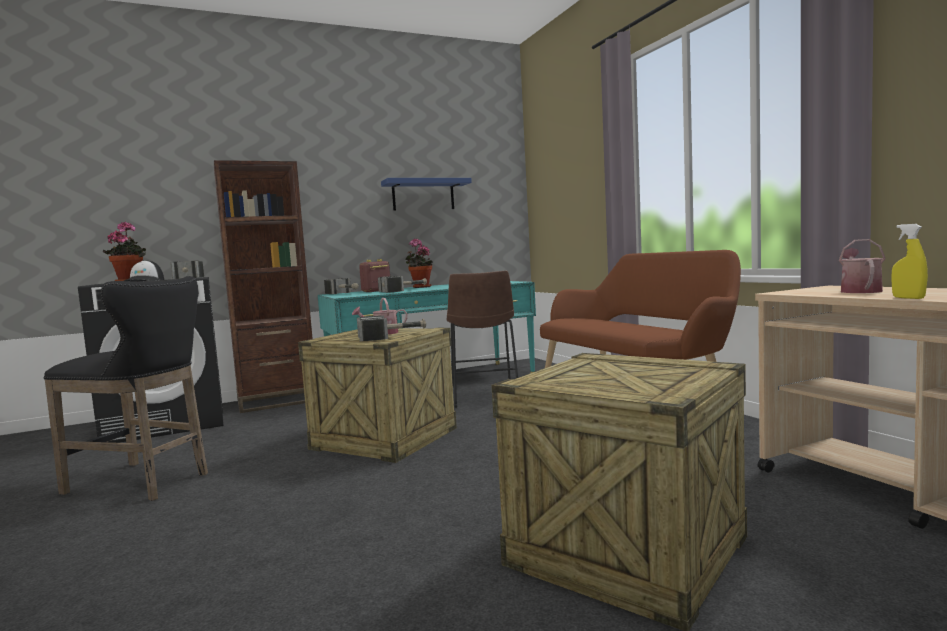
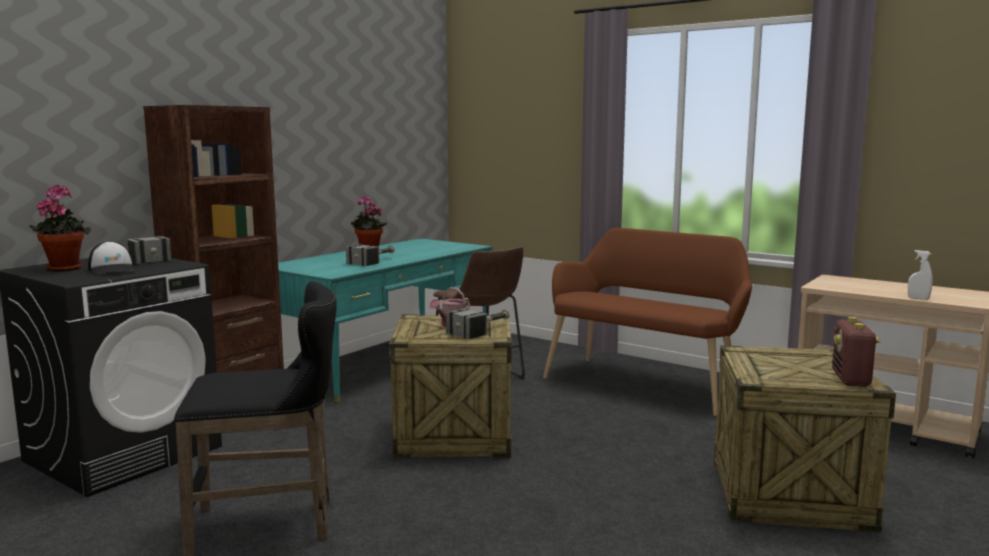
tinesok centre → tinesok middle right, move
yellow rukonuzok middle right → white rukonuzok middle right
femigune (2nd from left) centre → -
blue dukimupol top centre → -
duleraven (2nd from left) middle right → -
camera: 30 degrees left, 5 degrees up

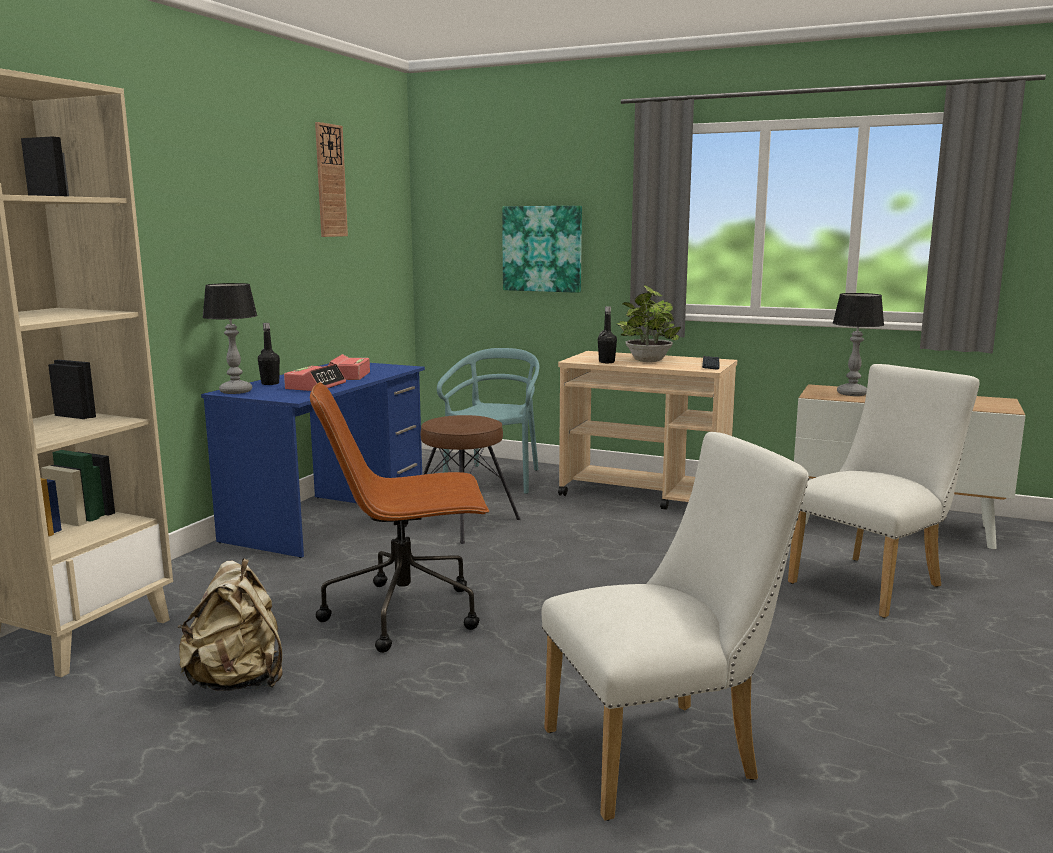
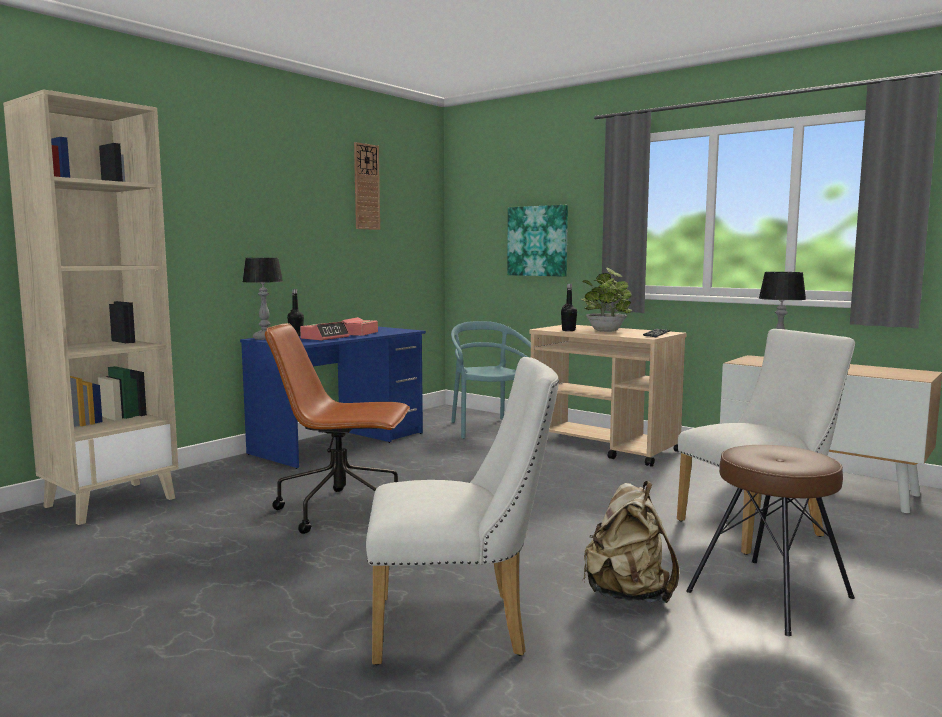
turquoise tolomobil centre, 45 degrees counterclockwise
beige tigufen bottom left → beige tigufen bottom right, move
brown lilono centre → brown lilono bottom right, move
camera: 15 degrees right, 5 degrees down

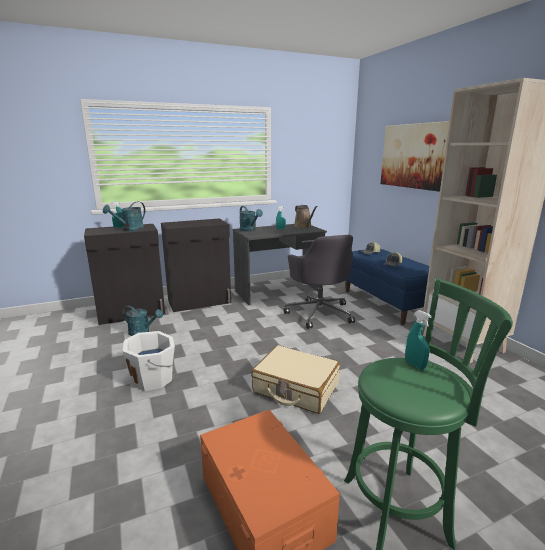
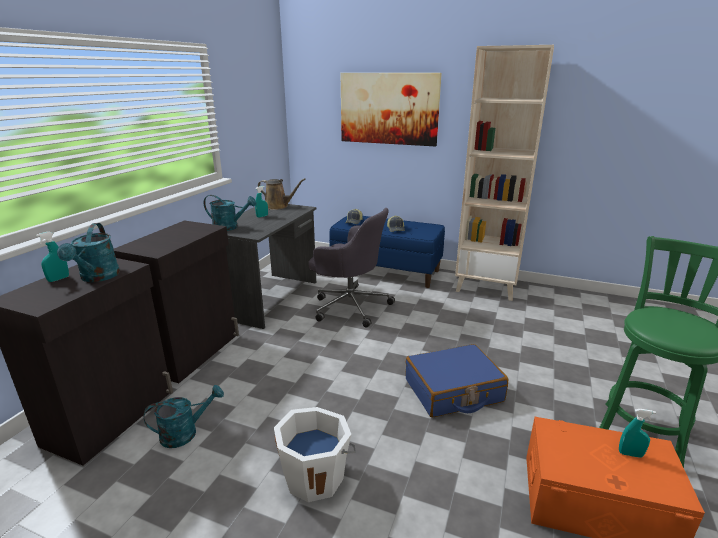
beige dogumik bottom centre → blue dogumik bottom centre
turquoise rukonuzok (3rd from left) middle right → turquoise rukonuzok (3rd from left) bottom right, move
camera: 45 degrees left, 5 degrees up

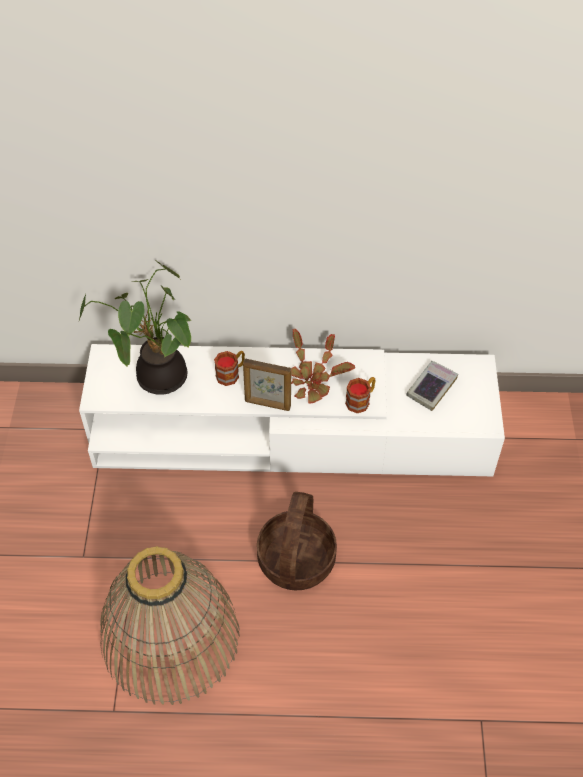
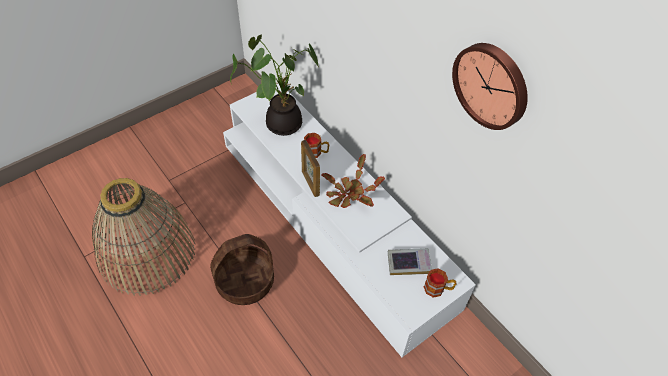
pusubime (2nd from left) centre → pusubime (2nd from left) bottom centre, move
- → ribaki top right
camera: 50 degrees right, 0 degrees up

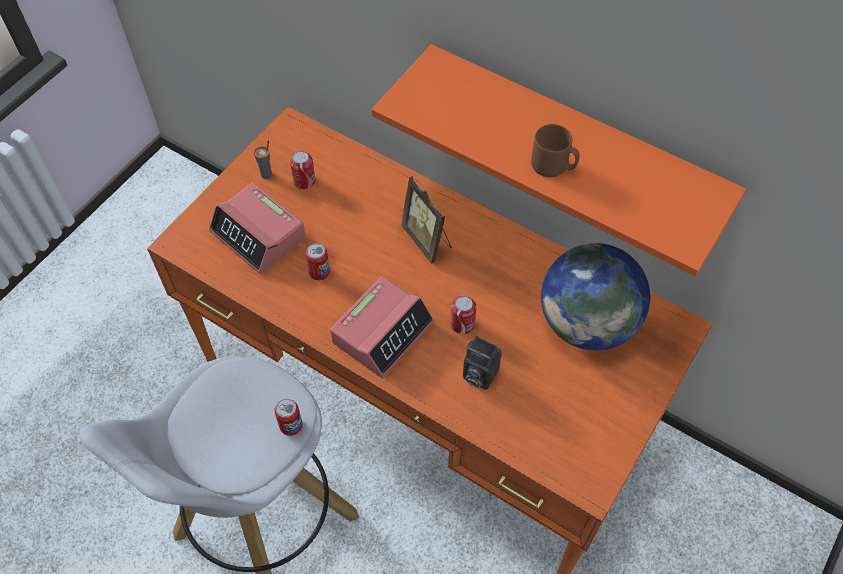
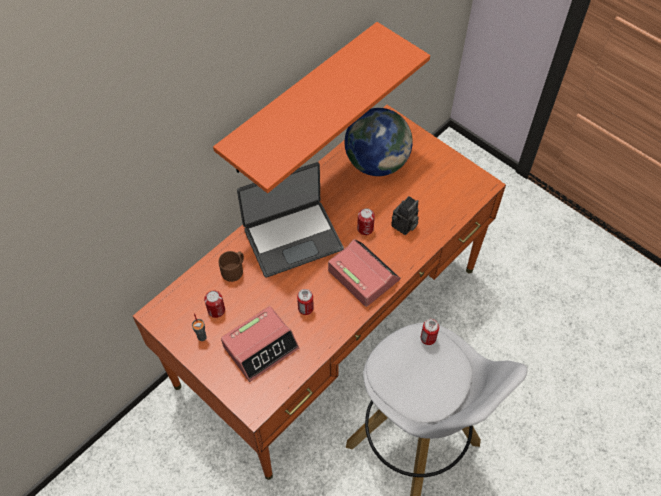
brown pusubime top centre → brown pusubime centre, move
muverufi centre → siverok centre
camera: 80 degrees left, 0 degrees up

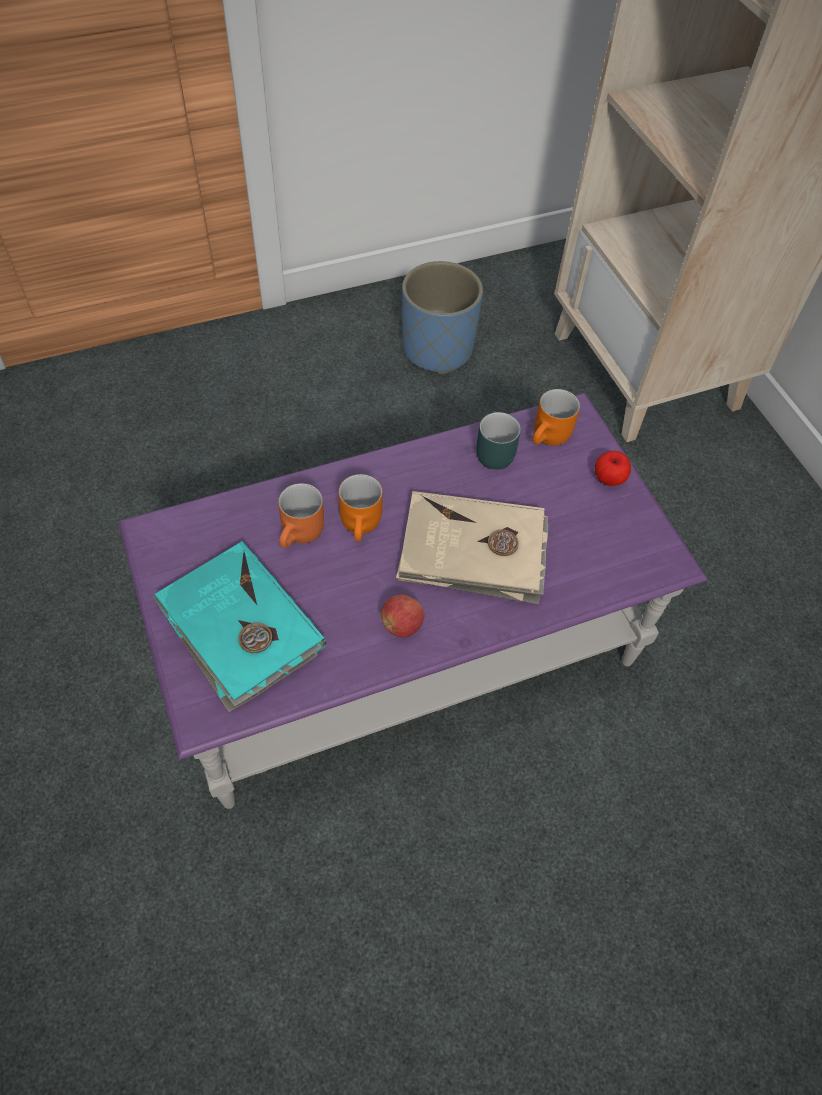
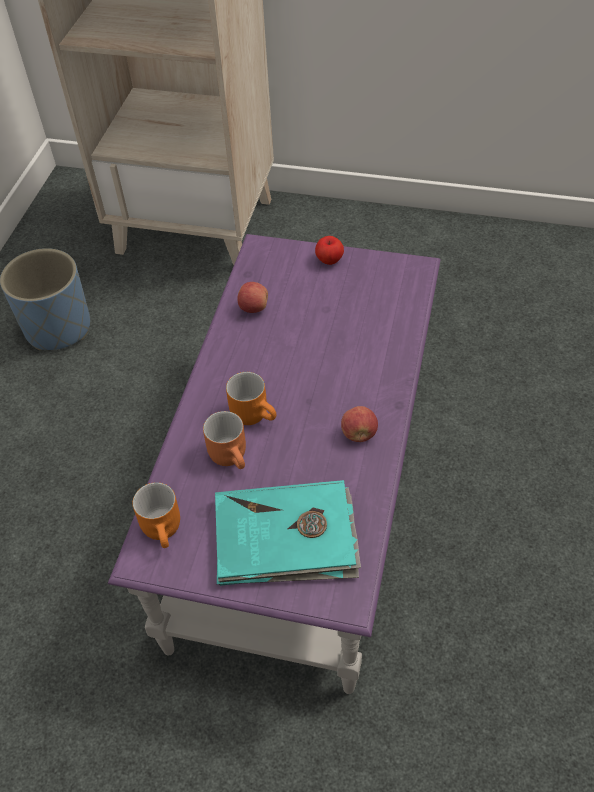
orange pusubime (3rd from left in the first image) middle right → orange pusubime (1st from left) middle left, move
turquoise pusubime centre → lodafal (1st from left) centre
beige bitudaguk centre → -
camera: 50 degrees left, 5 degrees down

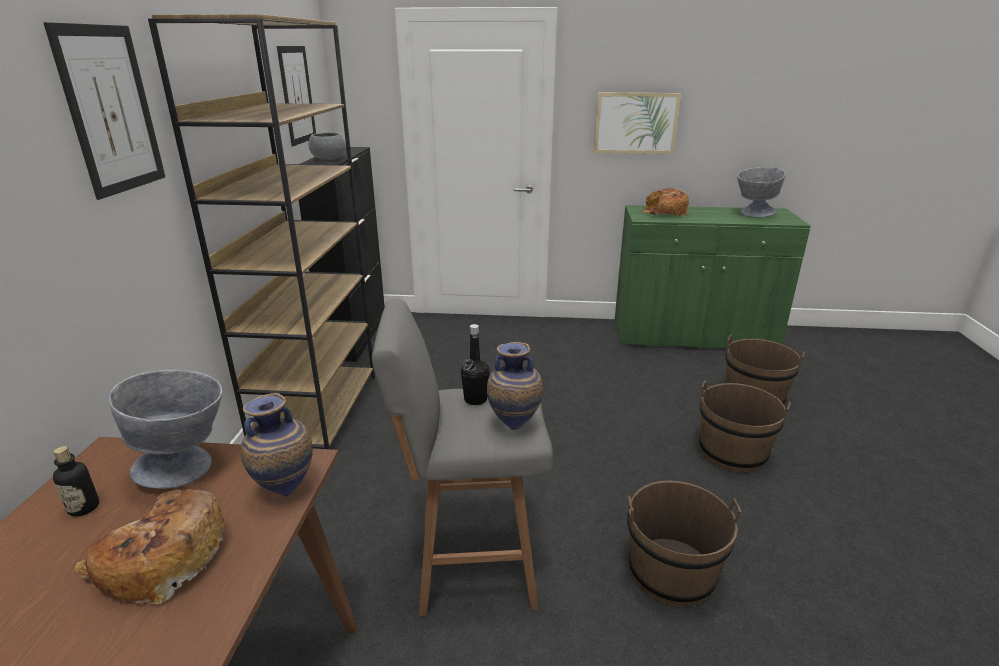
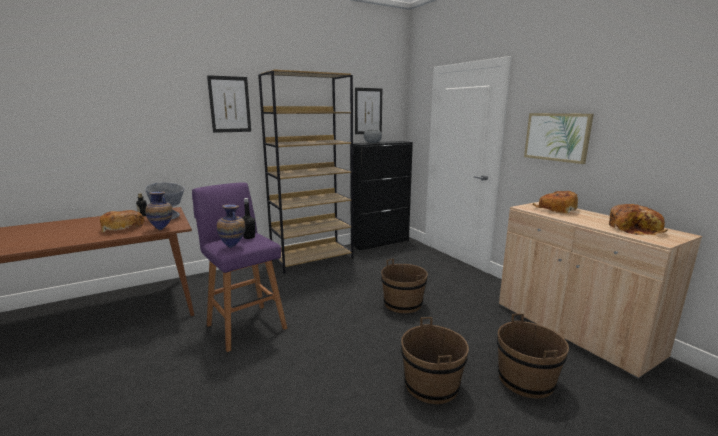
grey lilono bottom centre → purple lilono middle left
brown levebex (1st from left) bottom right → brown levebex (1st from left) centre, move
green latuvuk middle right → beige latuvuk middle right
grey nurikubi (3rd from left) top right → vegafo (3rd from left) middle right
camera: 55 degrees right, 10 degrees down

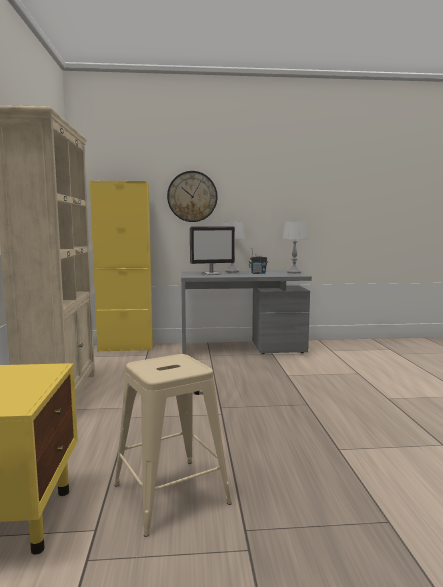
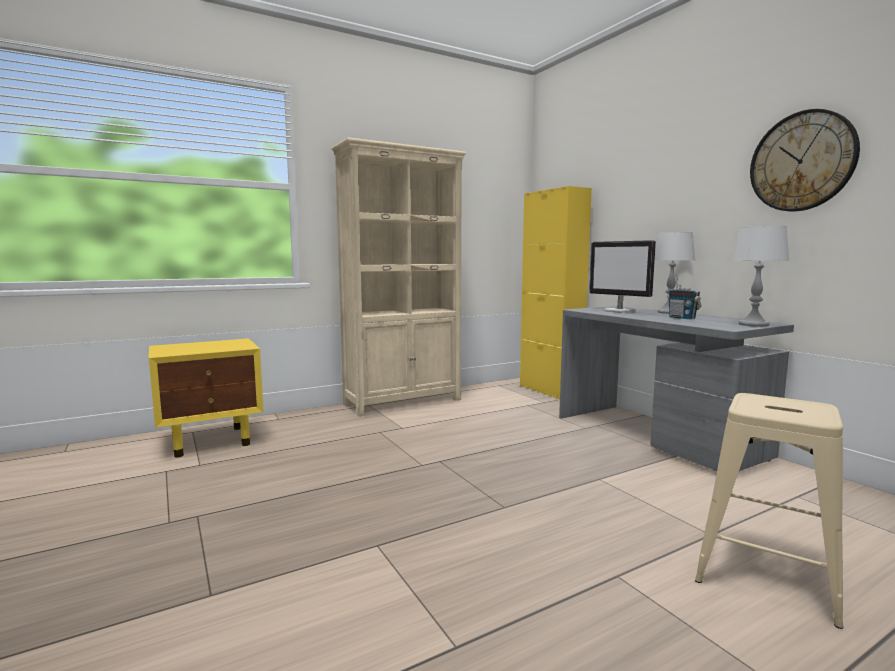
beige lilono bottom centre → beige lilono bottom right, move
ribaki centre → ribaki top right, move
camera: 65 degrees right, 0 degrees up

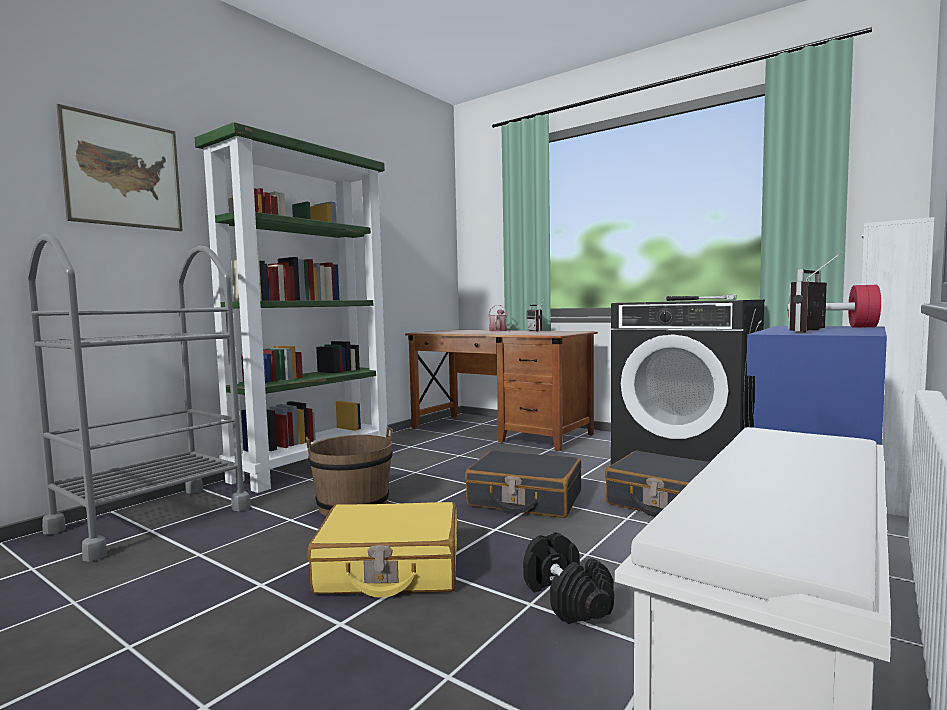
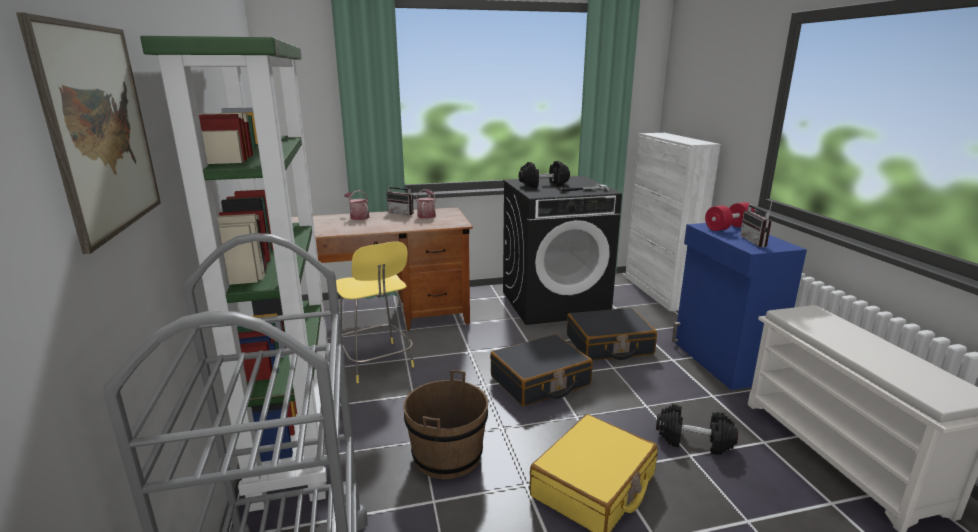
- → yellow lilono centre
- → duleraven (2nd from left) centre
- → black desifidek (1st from left) top centre
camera: 50 degrees left, 15 degrees up

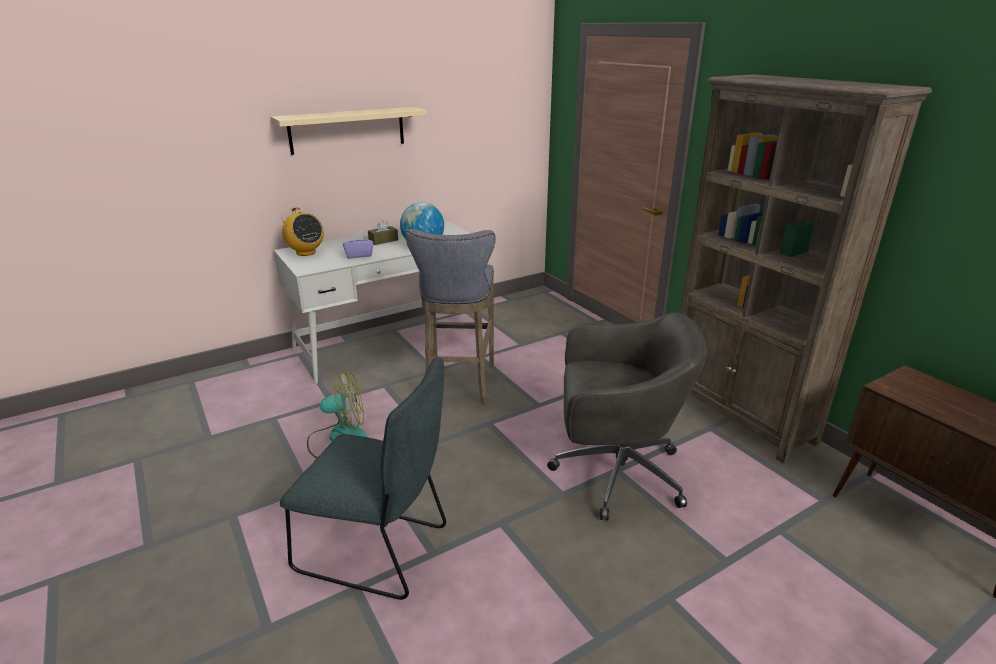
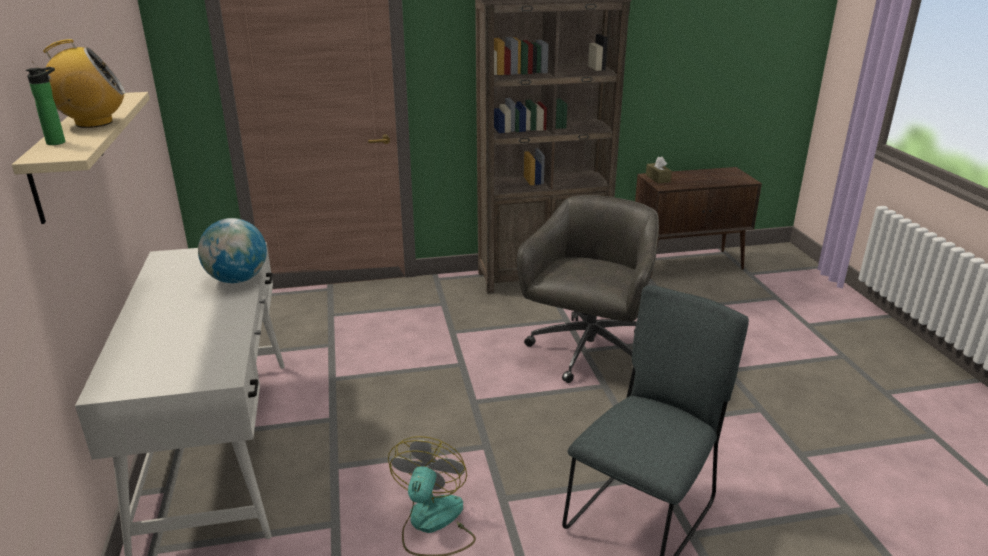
- → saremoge top left
tinesok middle left → tinesok top left, move
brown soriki centre → brown soriki top right, move
purple soriki centre → -
grey lilono centre → -
camera: 70 degrees left, 0 degrees up

